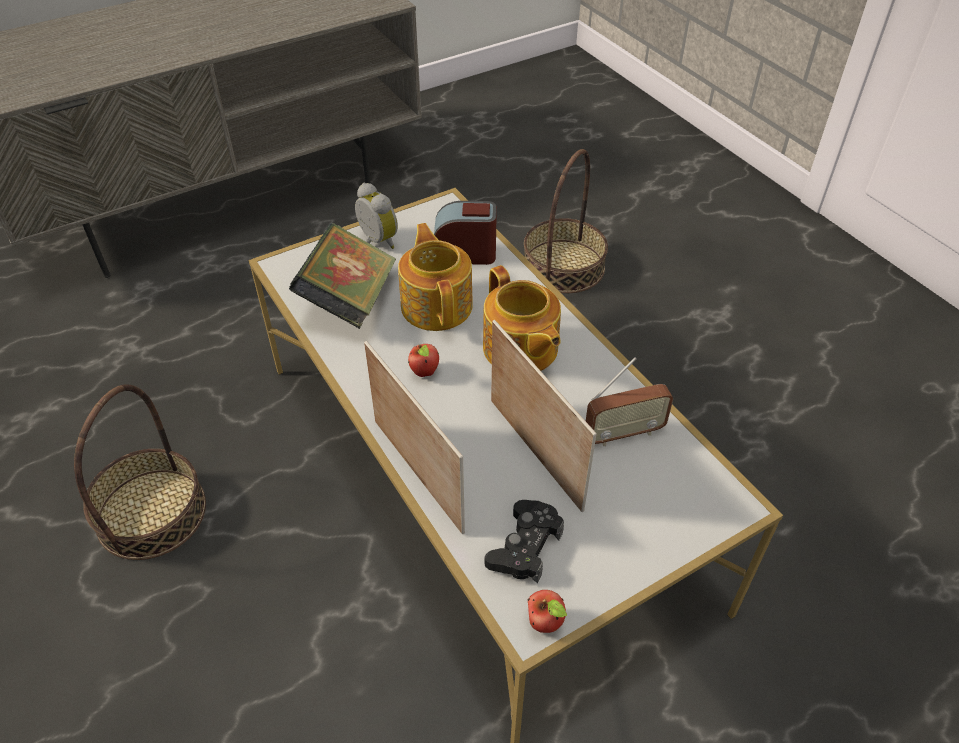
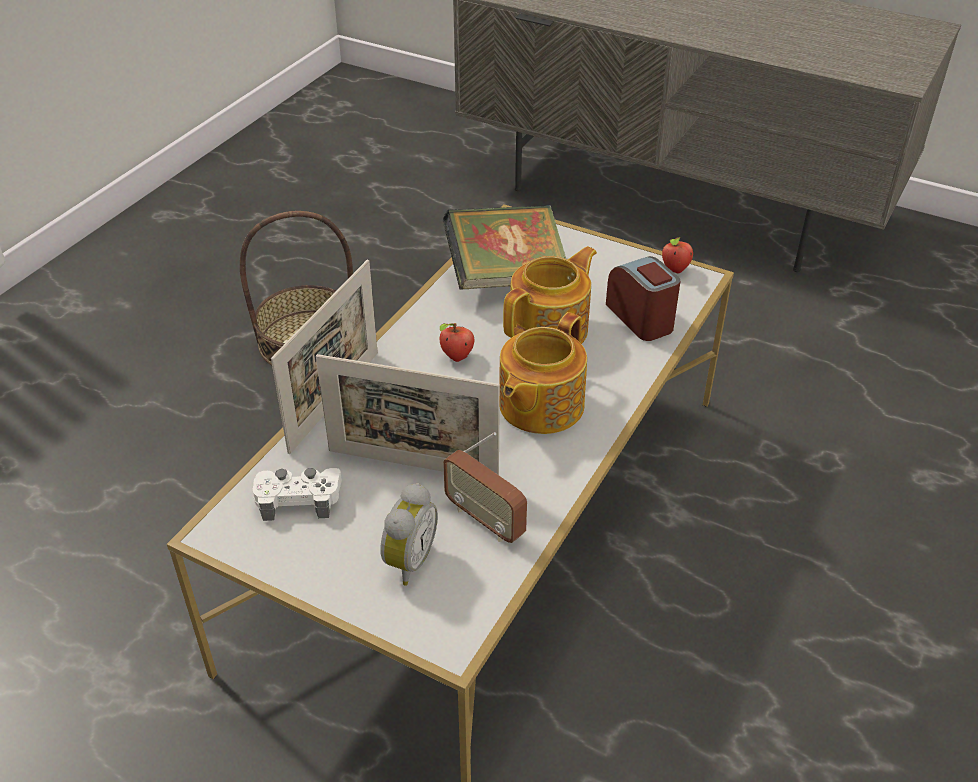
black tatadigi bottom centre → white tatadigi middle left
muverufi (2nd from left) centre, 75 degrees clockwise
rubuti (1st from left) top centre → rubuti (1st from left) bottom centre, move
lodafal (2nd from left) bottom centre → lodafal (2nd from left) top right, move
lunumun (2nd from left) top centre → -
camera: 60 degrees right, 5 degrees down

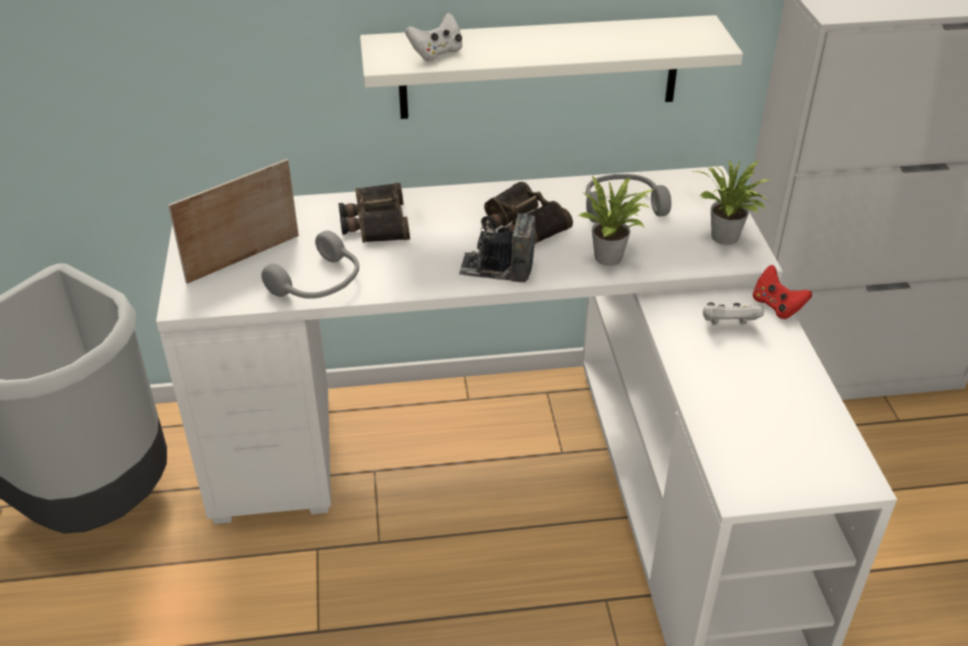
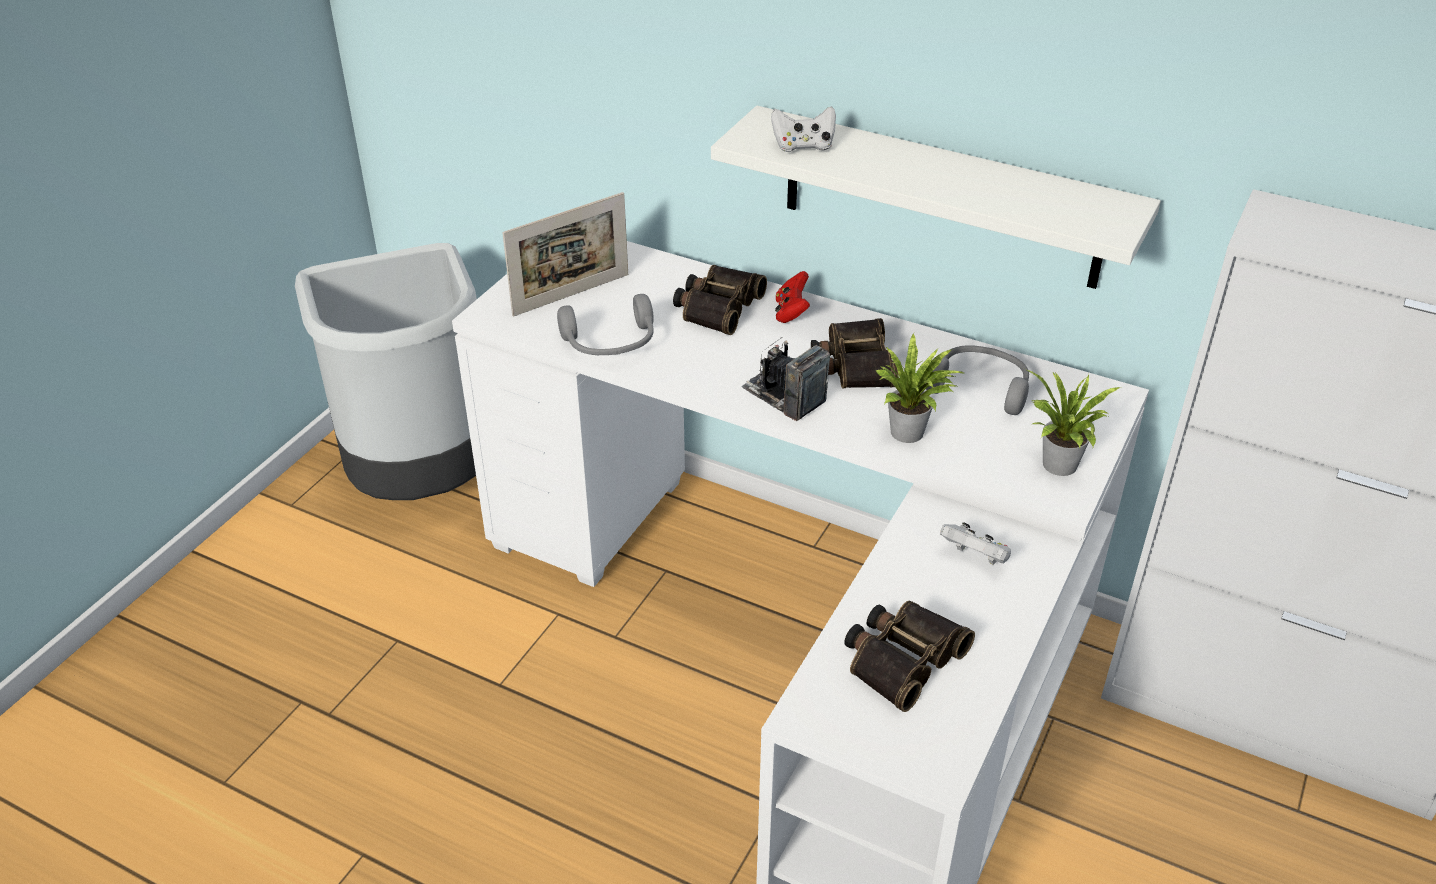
muverufi middle left → muverufi top centre, 150 degrees clockwise
red tatadigi middle right → red tatadigi centre, move
- → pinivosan (3rd from left) bottom centre
camera: 35 degrees right, 0 degrees up

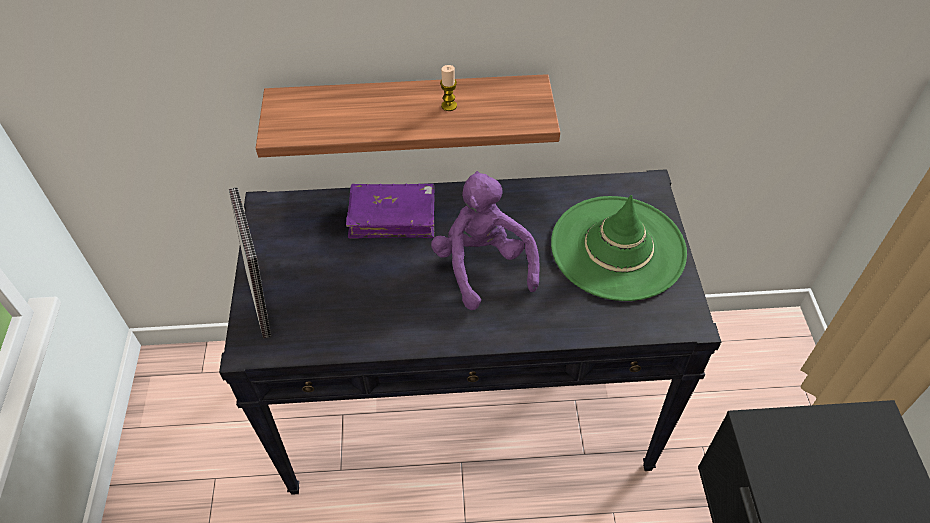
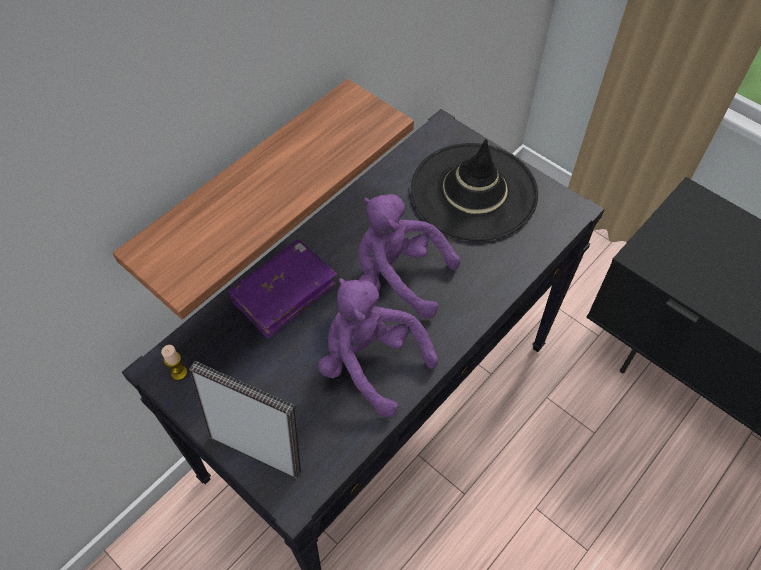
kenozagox top centre → kenozagox middle left, move
- → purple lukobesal (1st from left) centre
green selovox centre → black selovox centre
camera: 45 degrees left, 5 degrees up

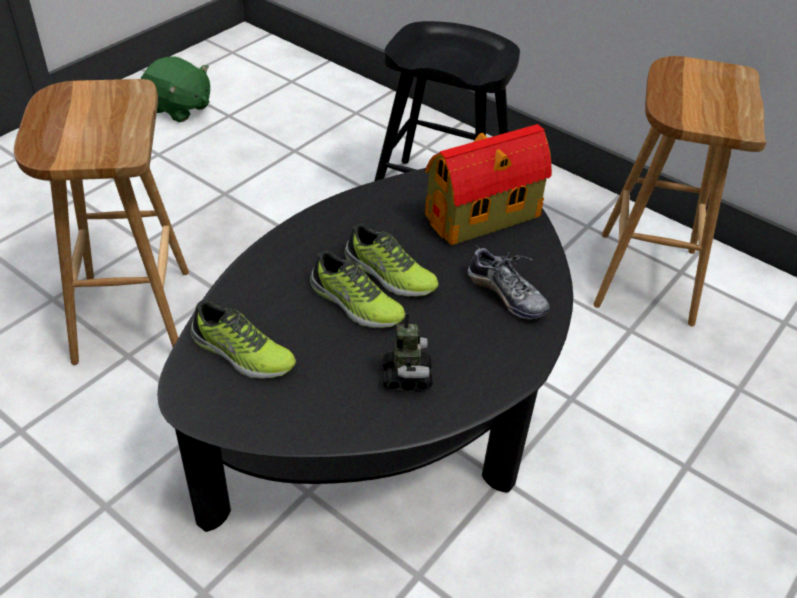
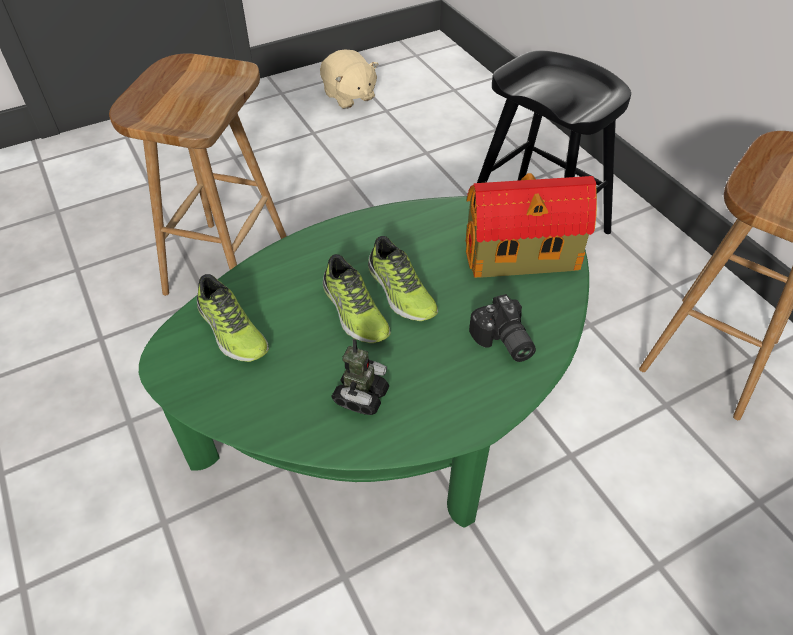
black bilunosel centre → green bilunosel centre
green lukobesal top left → beige lukobesal top centre
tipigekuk (4th from left) centre → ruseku centre
camera: 25 degrees right, 5 degrees up

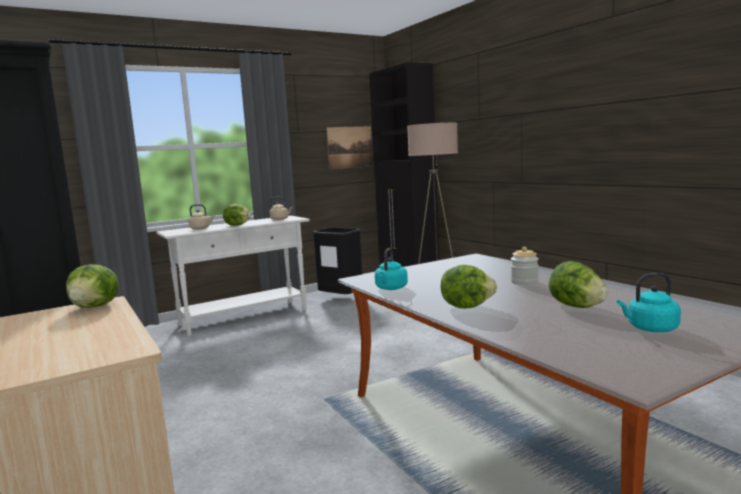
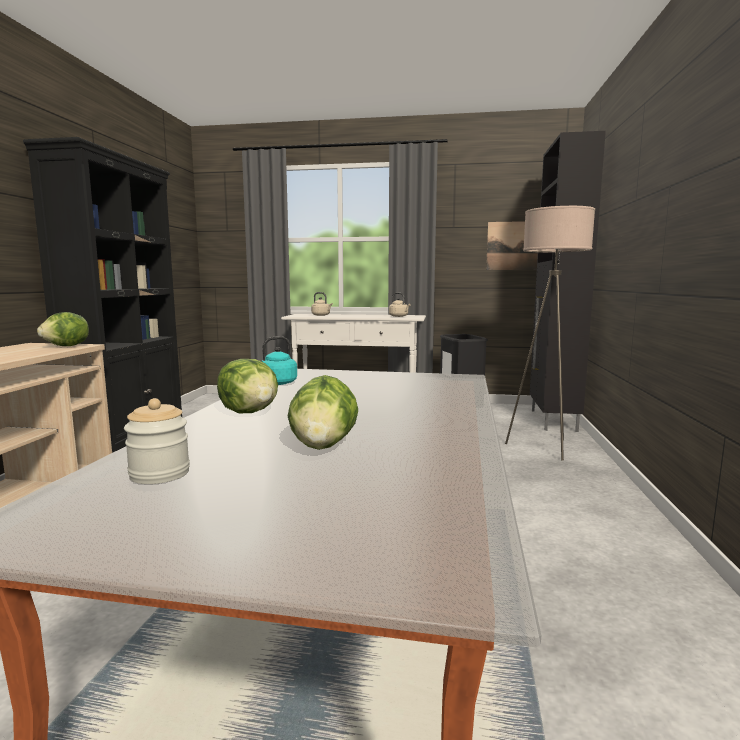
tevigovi middle right → tevigovi middle left, move
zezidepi (2nd from left) middle left → -
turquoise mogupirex (2nd from left) middle right → -
camera: 40 degrees right, 0 degrees up

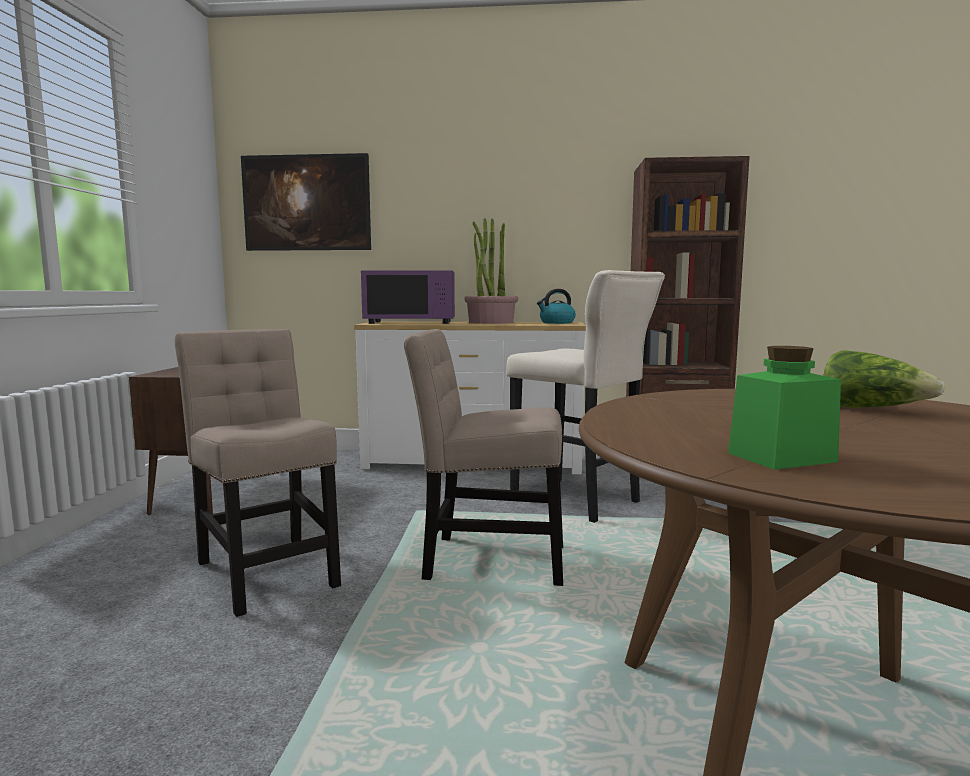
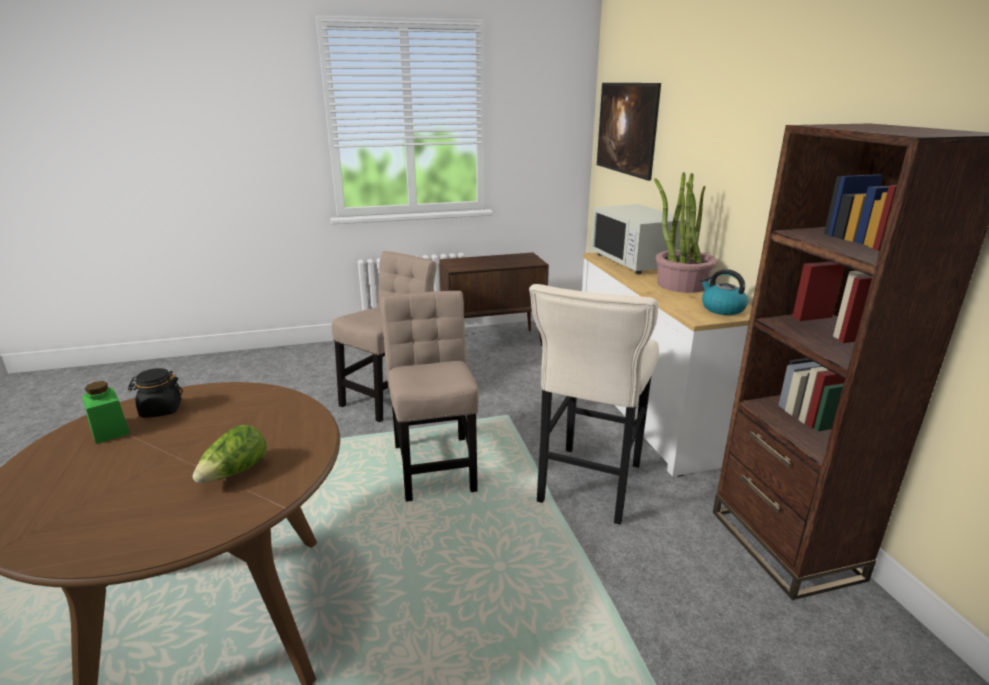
- → black tevigovi middle left
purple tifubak centre → white tifubak centre
camera: 70 degrees right, 15 degrees up

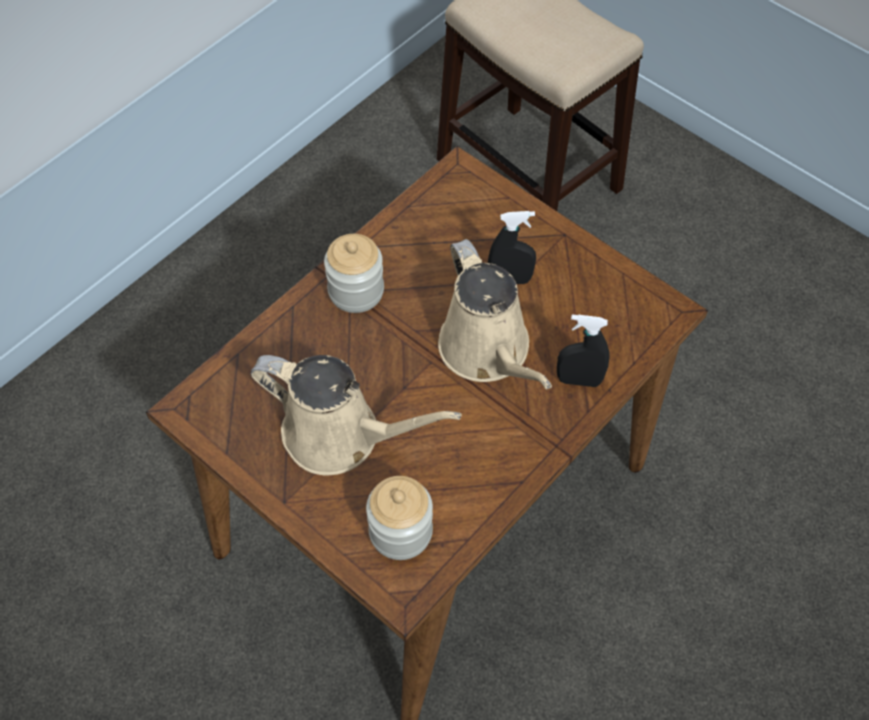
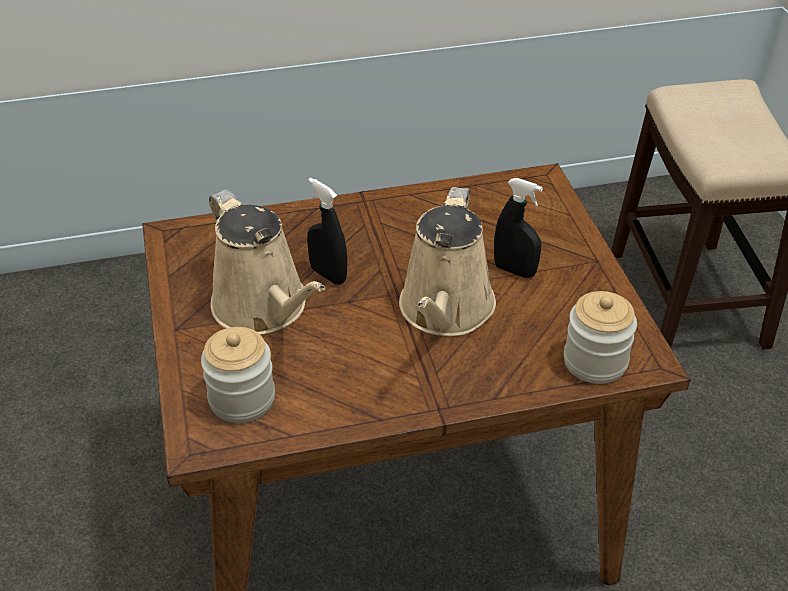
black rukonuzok (2nd from left in the first image) middle right → black rukonuzok (1st from left) centre, move
tevigovi (1st from left in the first image) centre → tevigovi (2nd from left) middle right, move
camera: 35 degrees right, 15 degrees down

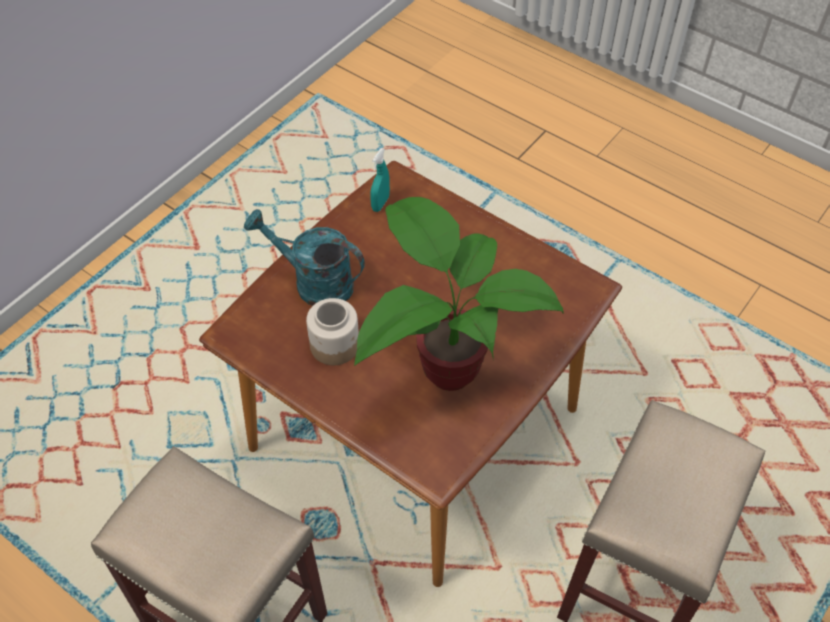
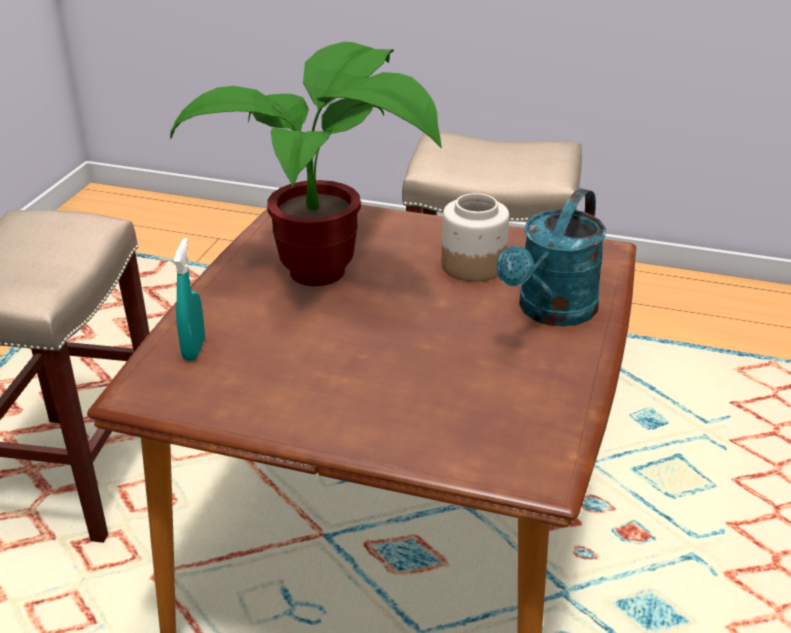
turquoise rukonuzok top centre → turquoise rukonuzok middle left, move
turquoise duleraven centre → turquoise duleraven middle right, 120 degrees clockwise
camera: 160 degrees right, 20 degrees down

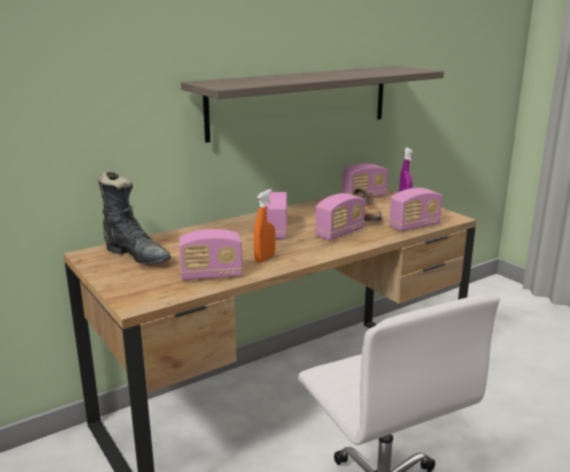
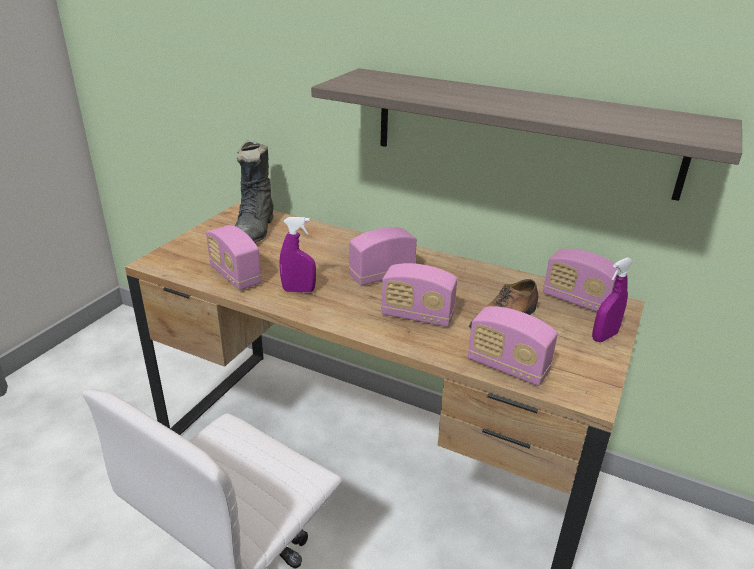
orange rukonuzok centre → purple rukonuzok (1st from left) centre
camera: 60 degrees right, 10 degrees up

